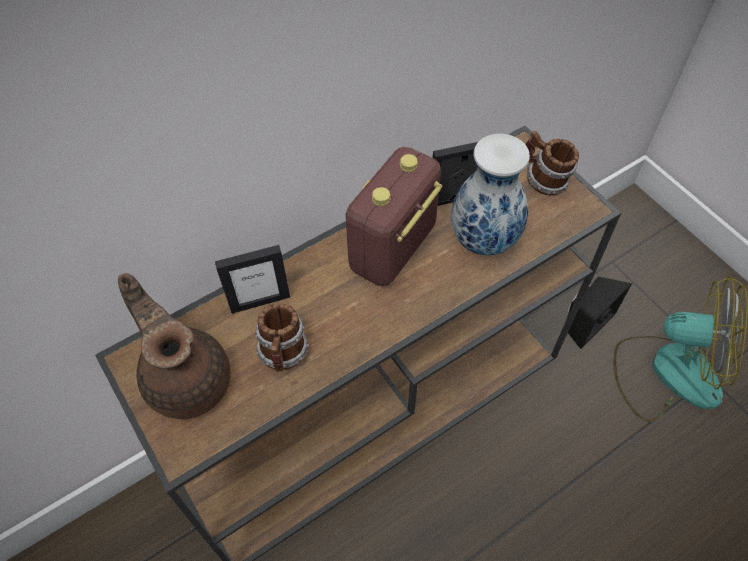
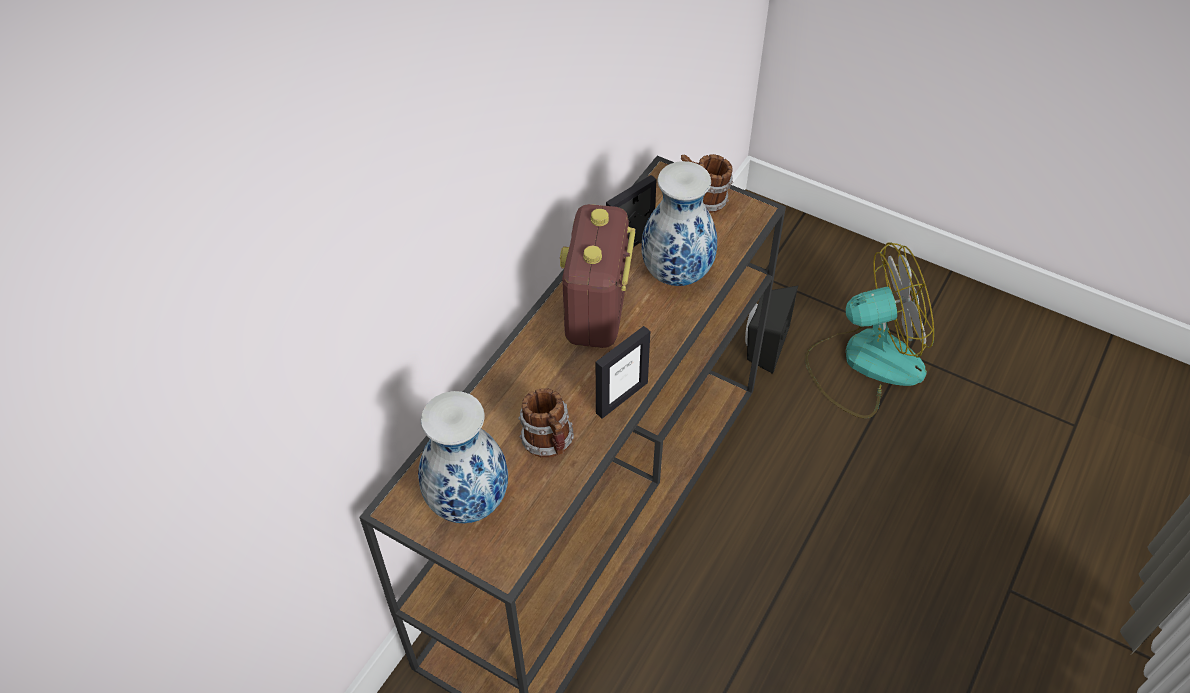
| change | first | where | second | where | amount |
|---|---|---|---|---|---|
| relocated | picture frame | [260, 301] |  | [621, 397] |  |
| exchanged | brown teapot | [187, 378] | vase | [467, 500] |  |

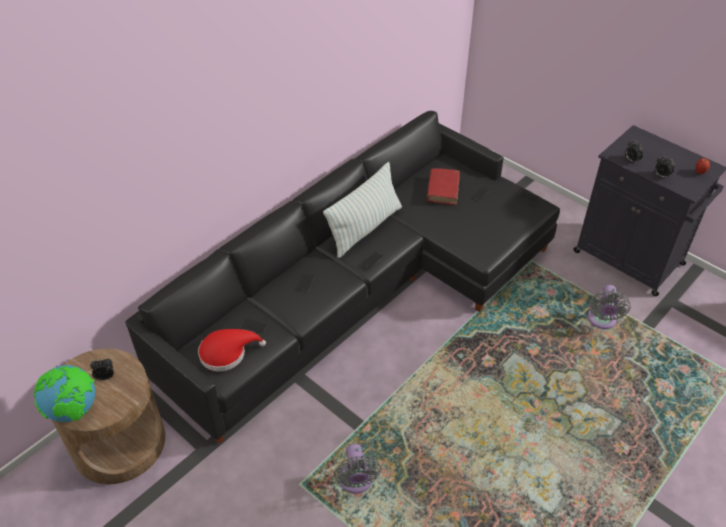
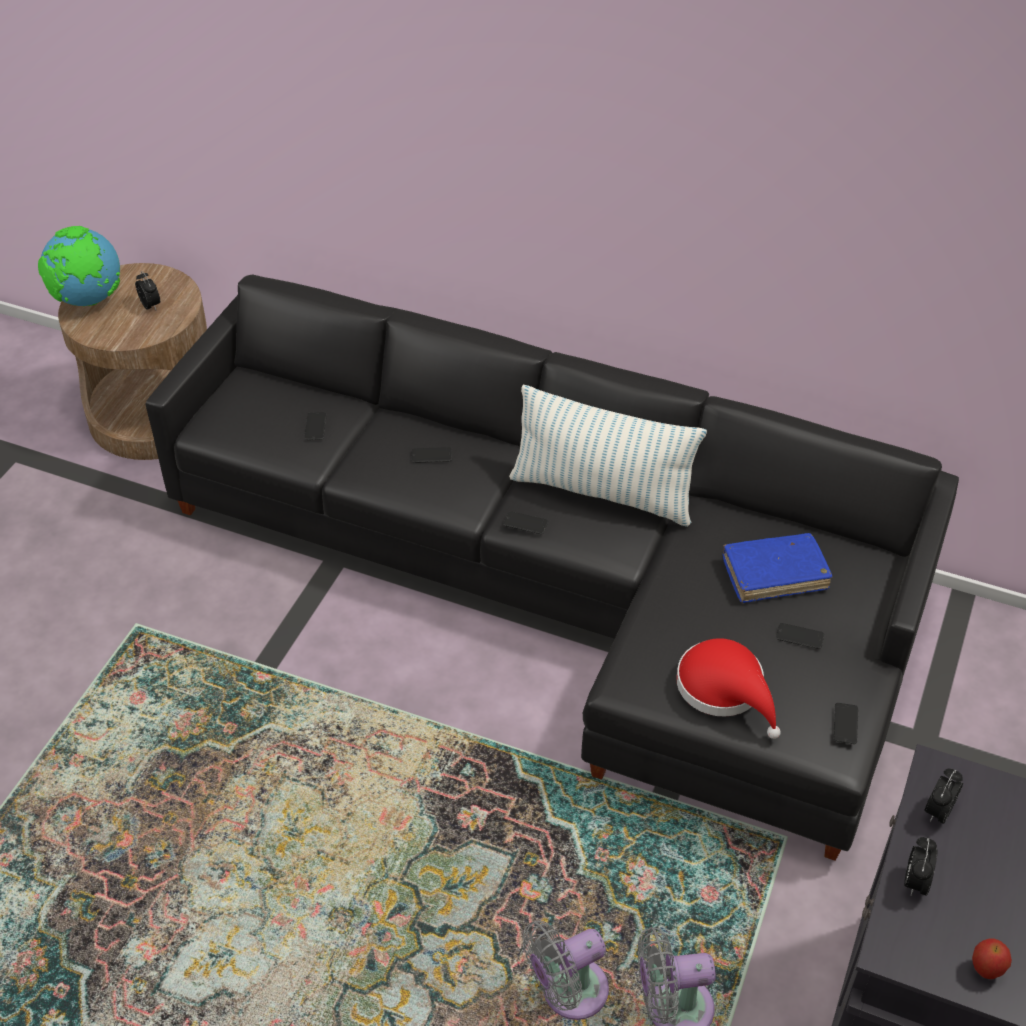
| change | first | where | second | where | amount |
|---|---|---|---|---|---|
| relocated | red hat | [226, 353] |  | [725, 689] |  |
| relocated | grey fan | [356, 482] |  | [568, 992] |  |
| colour | red book | [443, 190] | blue book | [774, 574] |  |

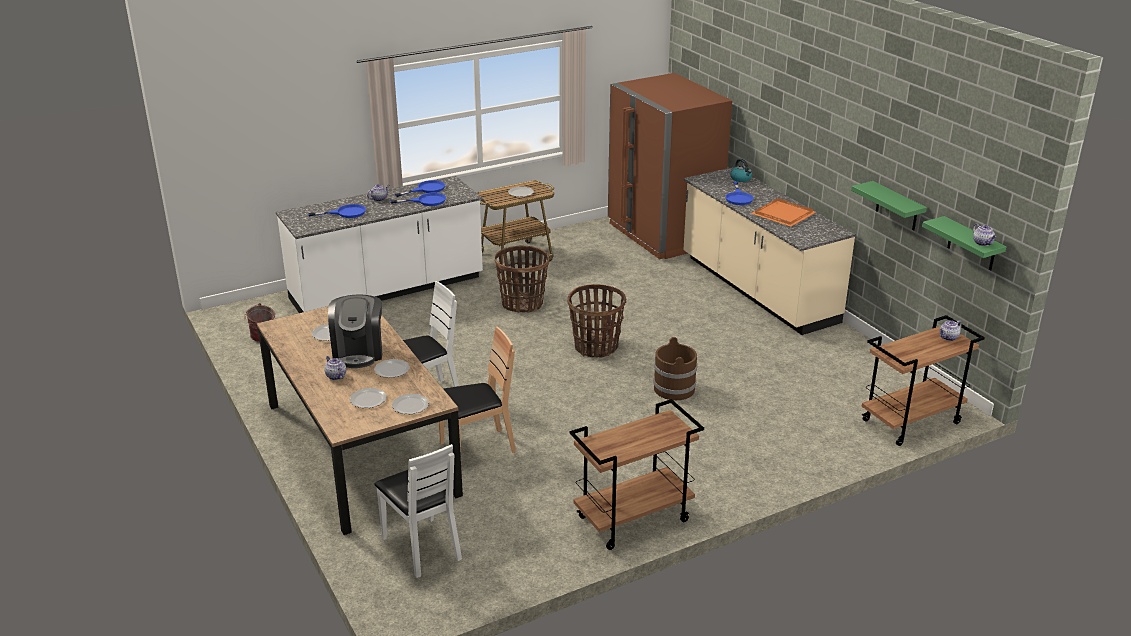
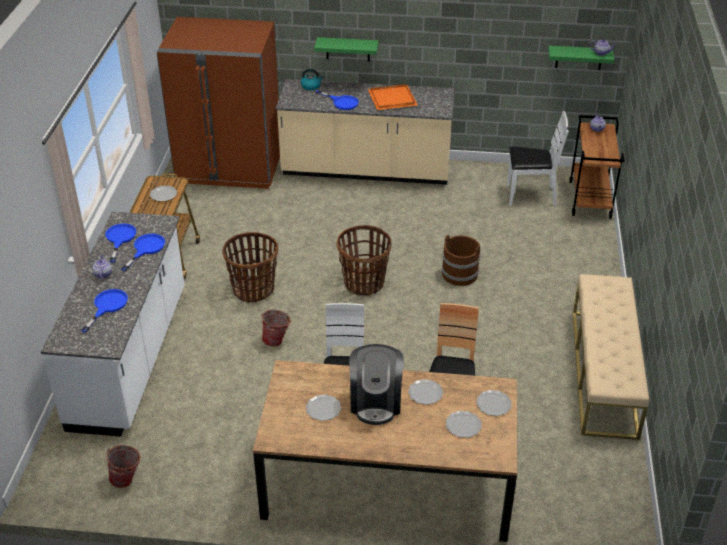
| change | first | where | second | where | amount |
|---|---|---|---|---|---|
| missing | teapot | [335, 376] |  |  |  |
| appeared |  |  | bucket | [277, 341] |  |
| relocated | white chair | [422, 547] |  | [530, 196] |  |
| relocated | green shelf | [897, 207] |  | [348, 49] |  |
| exchanged | brown cart | [633, 520] | beige bench | [604, 372] |  |
| spun | coffee machine | [359, 352] |  | [376, 401] | 60 degrees clockwise |

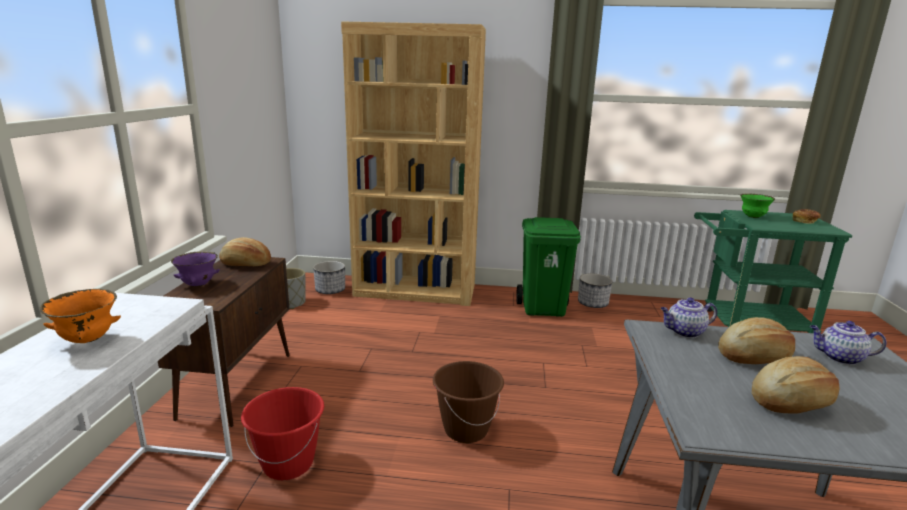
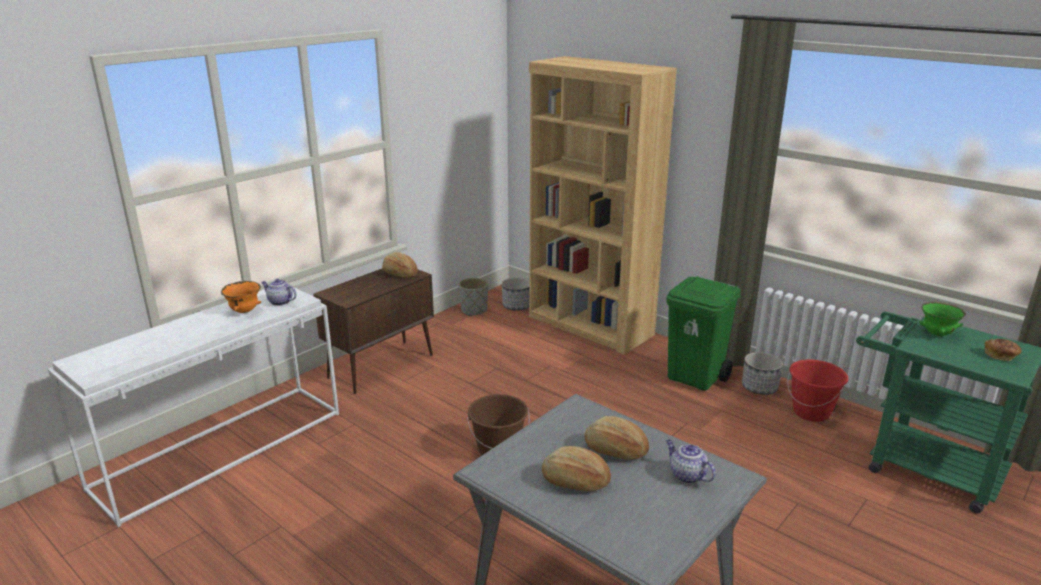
| change | first | where | second | where | amount |
|---|---|---|---|---|---|
| missing | purple bowl | [198, 285] |  |  |  |
| relocated | red bucket | [288, 463] |  | [811, 412] |  |
| relocated | teapot | [684, 332] |  | [279, 302] |  |

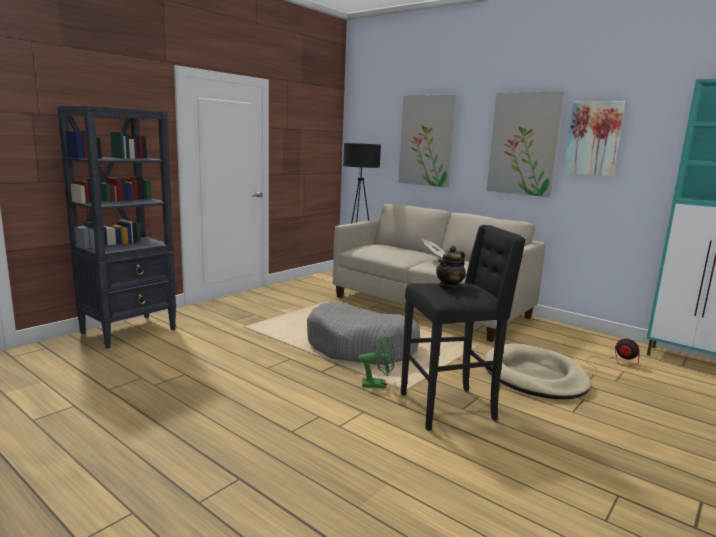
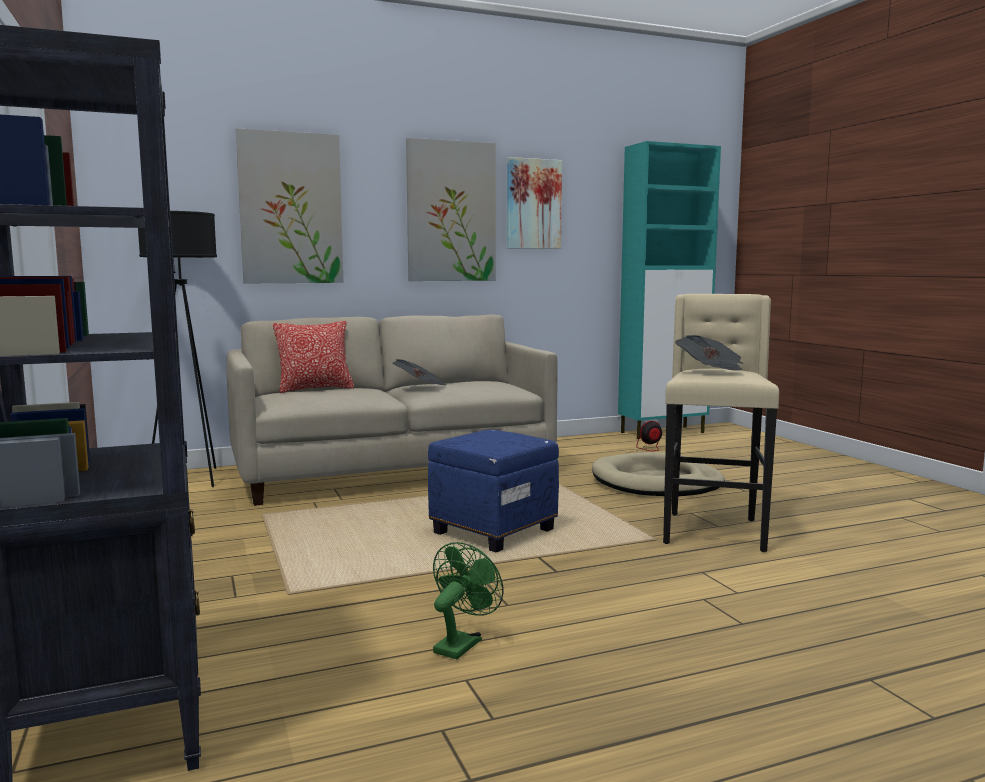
| change | first | where | second | where | amount |
|---|---|---|---|---|---|
| appeared |  |  | pillow | [315, 389] |  |
| relocated | green fan | [378, 385] |  | [461, 643] |  |
| exchanged | grey dog bed | [361, 347] | blue ottoman | [493, 532] |  |
| exchanged | teapot | [450, 287] | newspaper | [711, 372] |  |
| colour | black stool | [449, 407] | beige stool | [712, 530] |  |

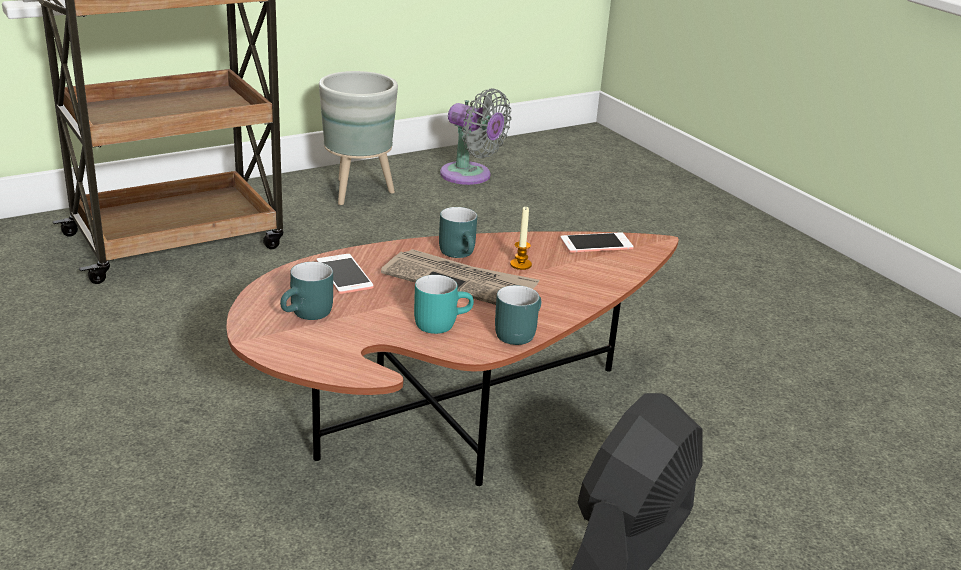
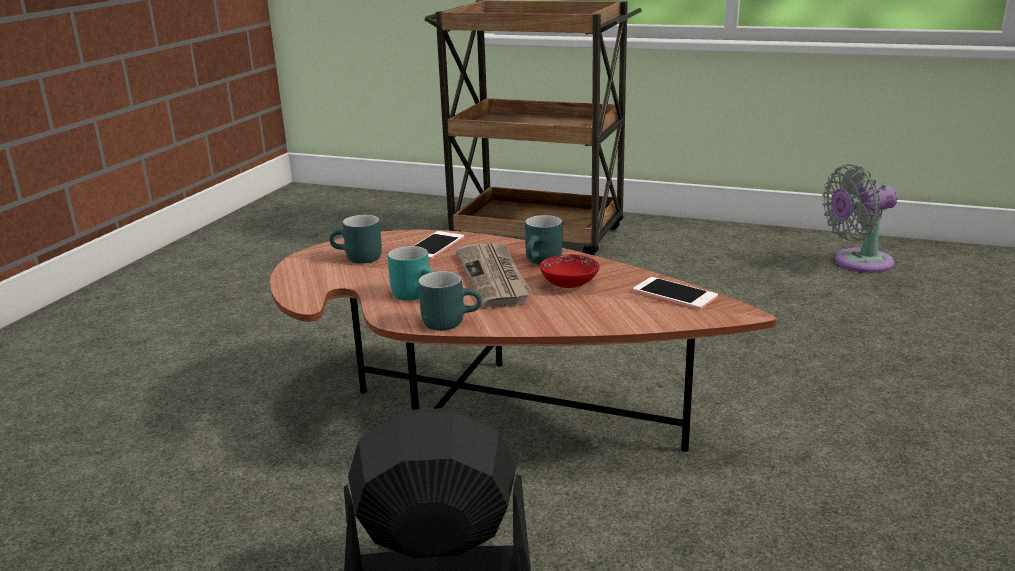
| change | first | where | second | where | amount |
|---|---|---|---|---|---|
| missing | grey planter | [358, 192] |  |  |  |
| exchanged | candle | [520, 264] | red bowl | [569, 284] |  |
| spun | grey fan | [470, 176] |  | [857, 263] | 75 degrees clockwise |

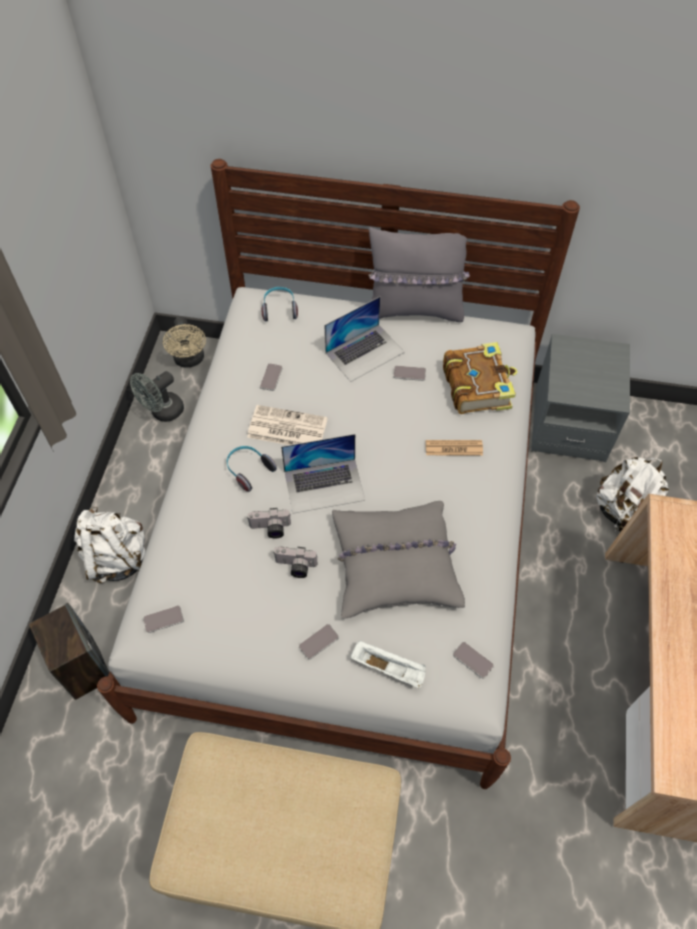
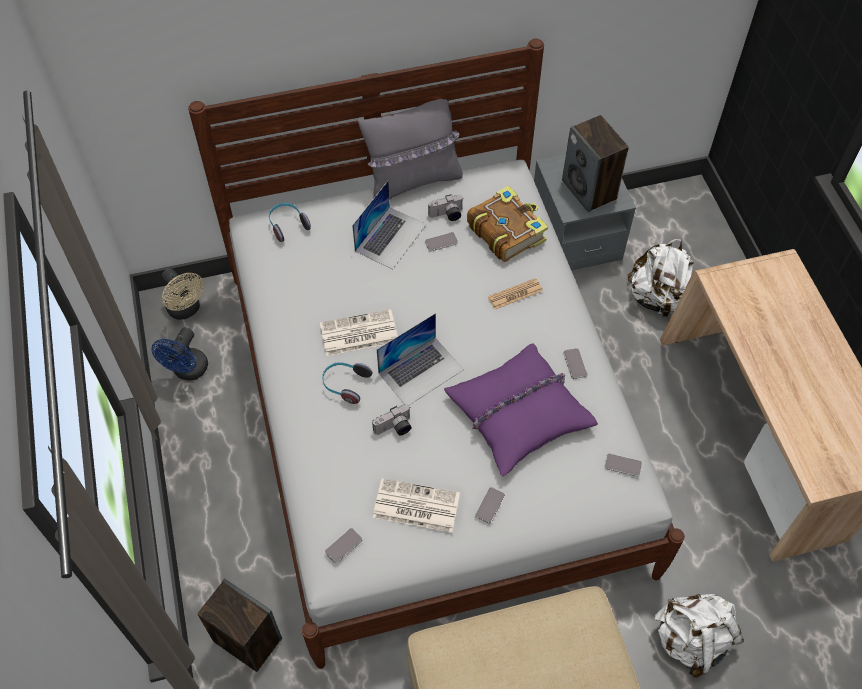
| change | first | where | second | where | amount |
|---|---|---|---|---|---|
| missing | white tray | [389, 668] |  |  |  |
| appeared |  |  | newspaper | [415, 506] |  |
| appeared |  |  | speaker | [589, 190] |  |
| relocated | white backpack | [117, 558] |  | [691, 641] |  |
| relocated | phone | [271, 377] |  | [575, 364] |  |
| relocated | photo camera | [295, 567] |  | [447, 215] |  |
| colour | grey fan | [163, 412] | blue fan | [188, 371] |  |
| colour | grey pillow | [395, 564] | purple pillow | [518, 413] |  |

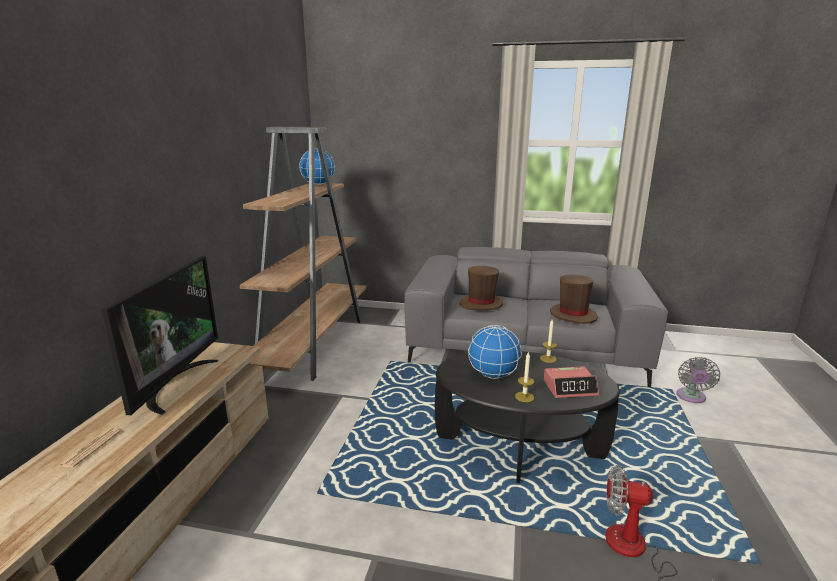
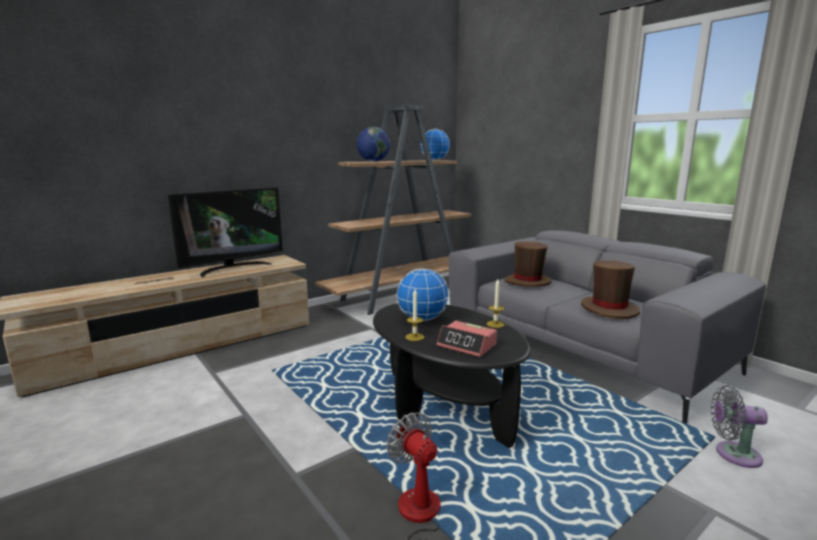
| change | first | where | second | where | amount |
|---|---|---|---|---|---|
| appeared |  |  | globe | [373, 161] |  |
| spun | grey fan | [691, 397] |  | [733, 454] | 45 degrees clockwise |

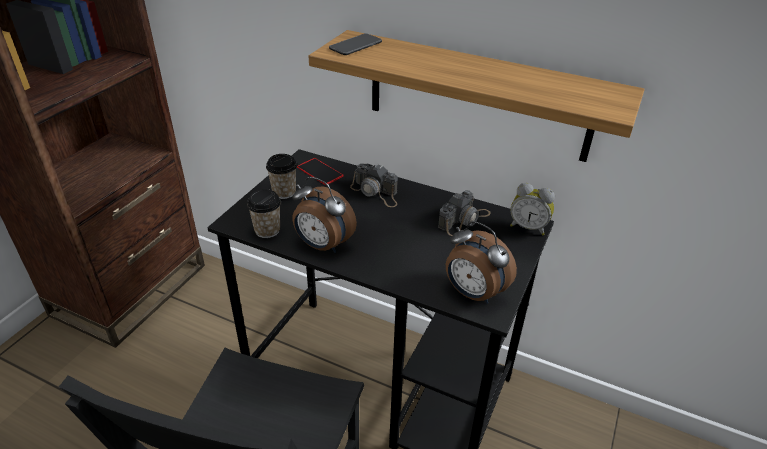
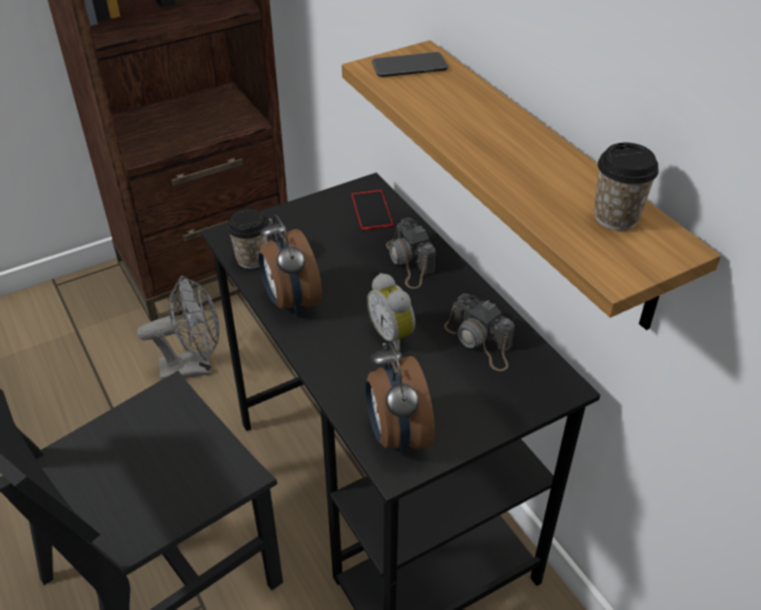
| change | first | where | second | where | amount |
|---|---|---|---|---|---|
| appeared |  |  | grey fan | [194, 366] |  |
| relocated | cup | [284, 192] |  | [616, 217] |  |
| relocated | alarm clock | [528, 227] |  | [393, 335] |  |
| spun | photo camera | [464, 220] |  | [480, 341] | 60 degrees clockwise |

